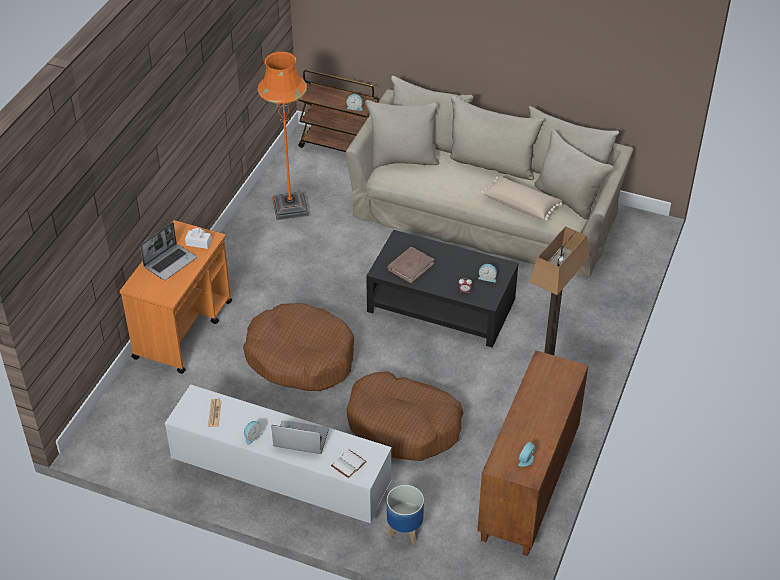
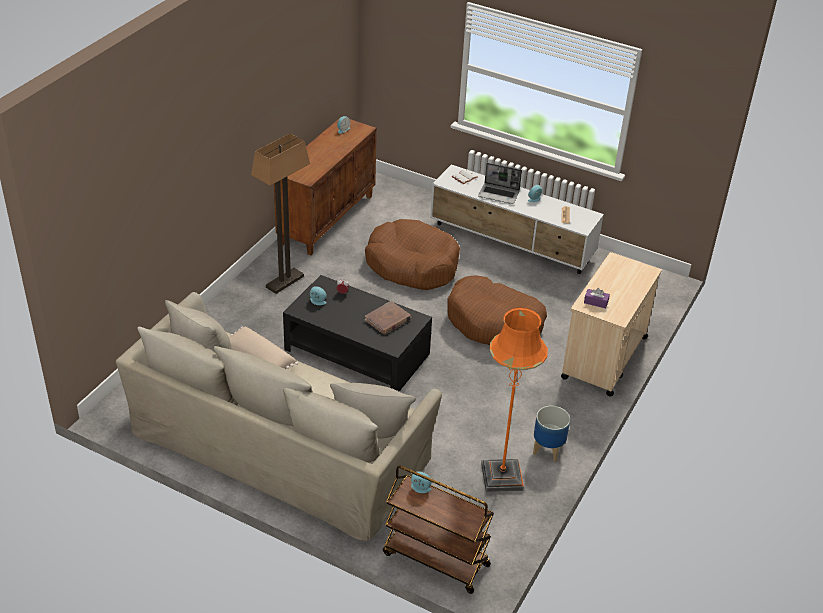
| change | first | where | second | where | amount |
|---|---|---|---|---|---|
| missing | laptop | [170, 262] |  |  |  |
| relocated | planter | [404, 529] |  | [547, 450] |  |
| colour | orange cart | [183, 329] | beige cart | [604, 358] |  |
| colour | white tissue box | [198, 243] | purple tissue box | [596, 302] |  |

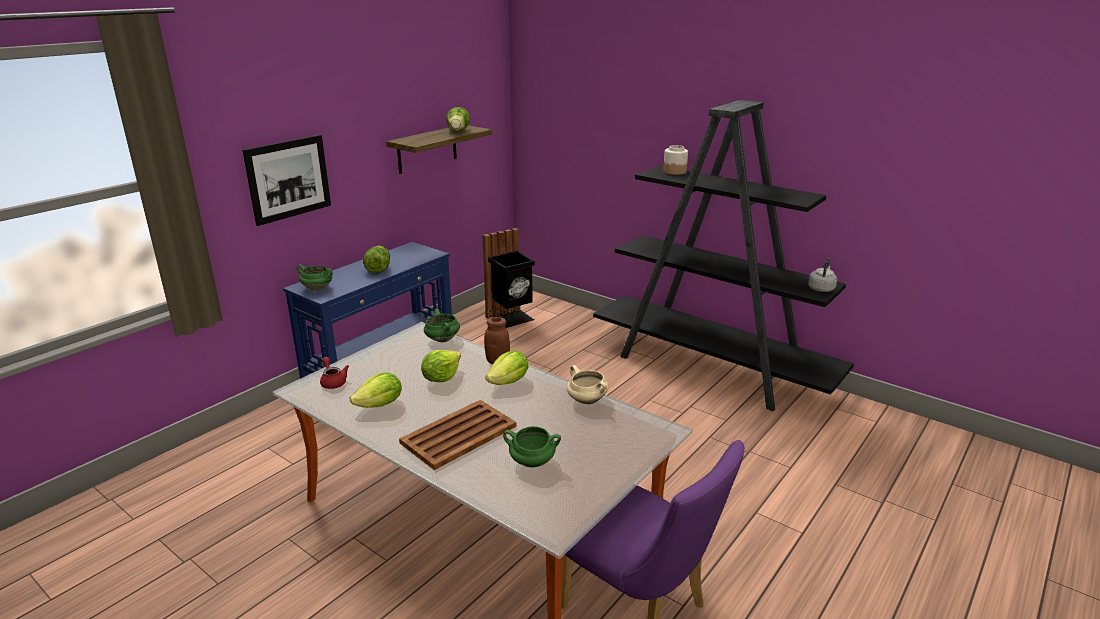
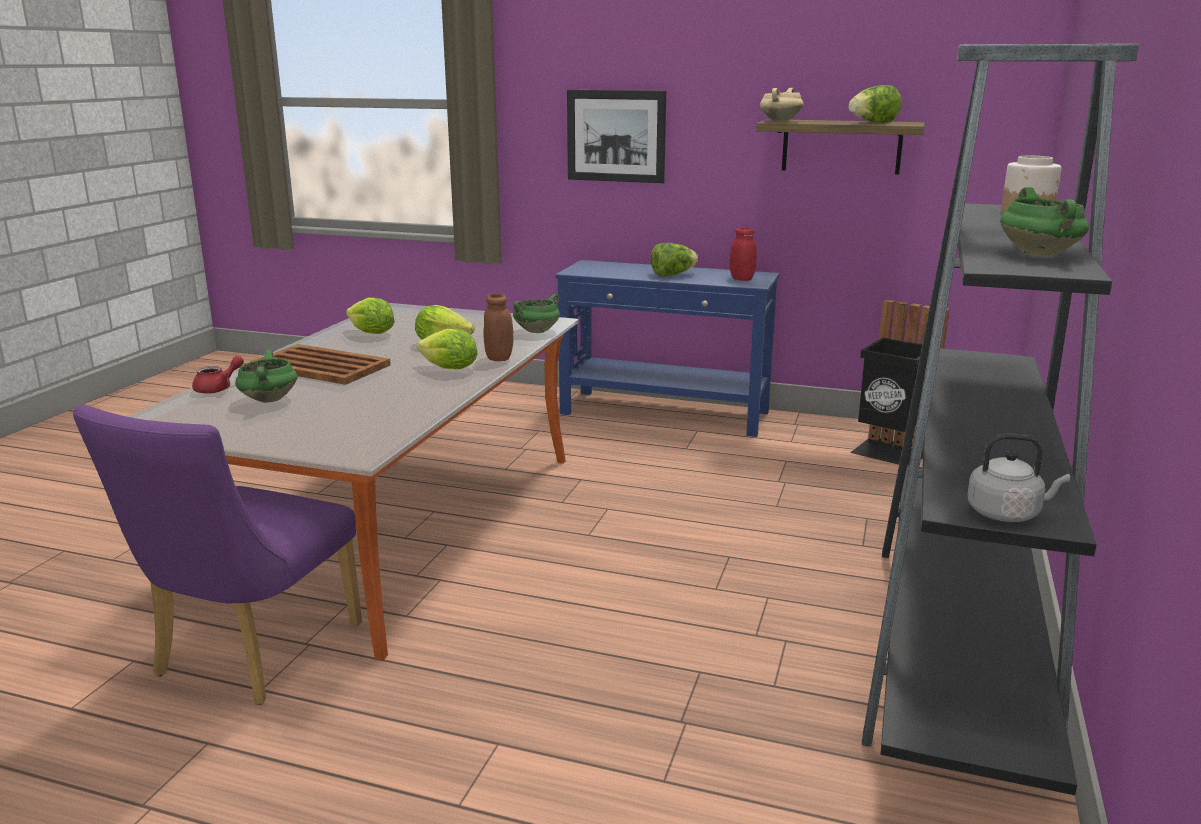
| change | first | where | second | where | amount |
|---|---|---|---|---|---|
| appeared |  |  | red jar | [742, 279] |  |
| relocated | green cooking pot | [318, 288] |  | [1040, 254] |  |
| relocated | red teapot | [333, 381] |  | [218, 388] |  |
| relocated | beige cooking pot | [586, 400] |  | [780, 121] |  |

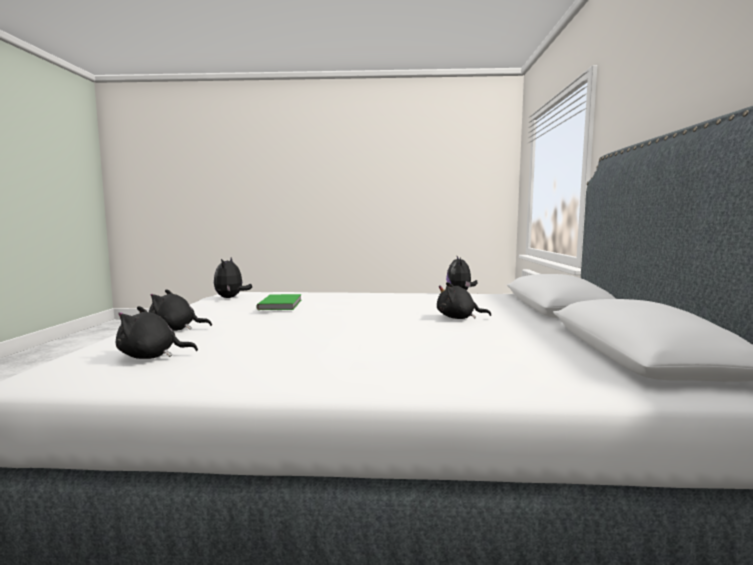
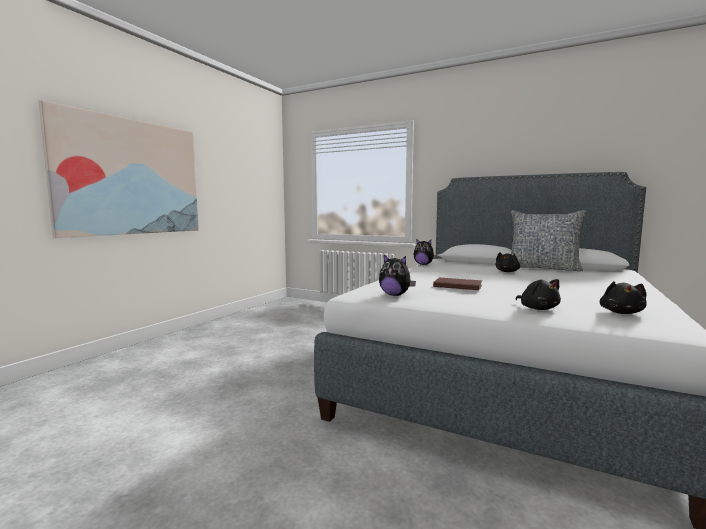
| change | first | where | second | where | amount |
|---|---|---|---|---|---|
| appeared |  |  | picture | [131, 177] |  |
| appeared |  |  | pillow | [543, 268] |  |
| colour | green book | [282, 304] | brown book | [457, 286] |  |
| spun | black plush toy | [176, 330] |  | [538, 308] | 45 degrees counterclockwise |

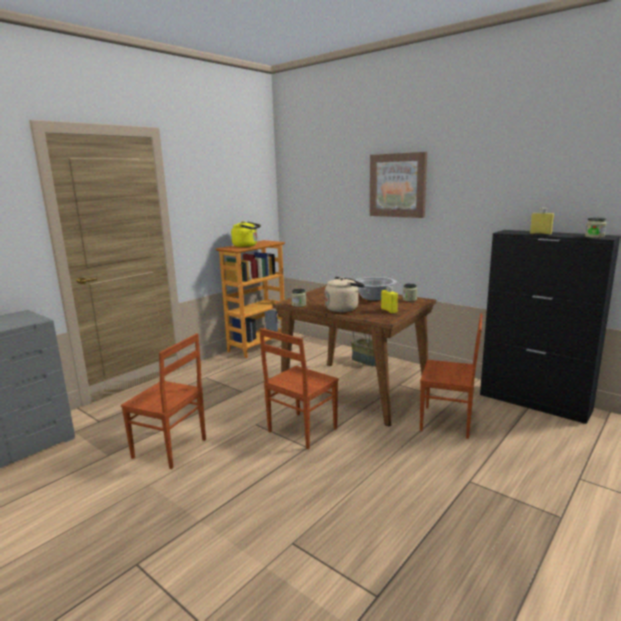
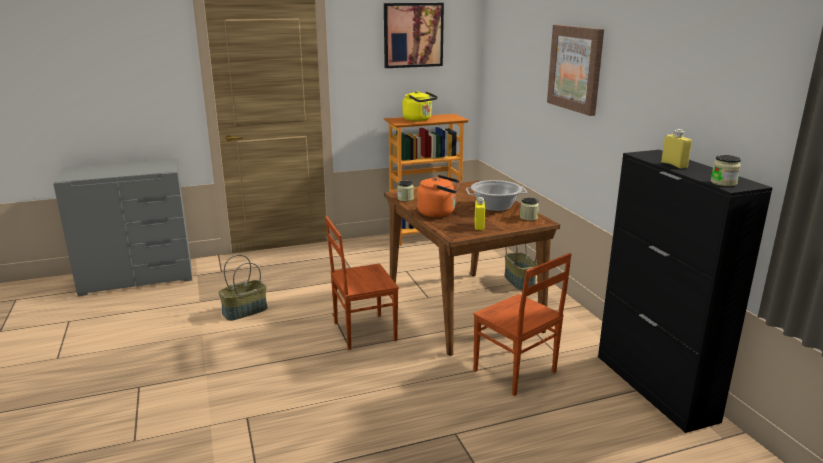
| change | first | where | second | where | amount |
|---|---|---|---|---|---|
| appeared |  |  | picture | [413, 35] |  |
| exchanged | brown chair | [170, 449] | basket | [245, 312] |  |
| colour | beige kettle | [343, 308] | orange kettle | [439, 213] |  |

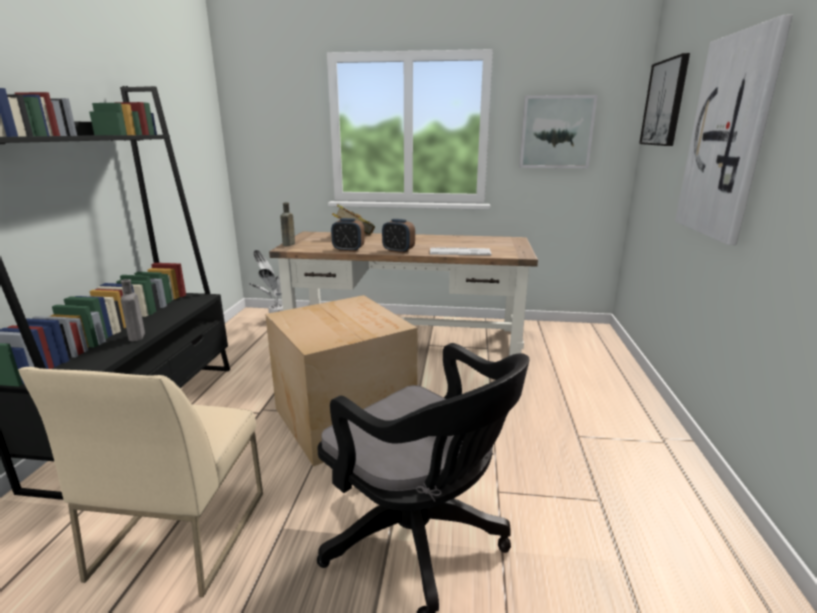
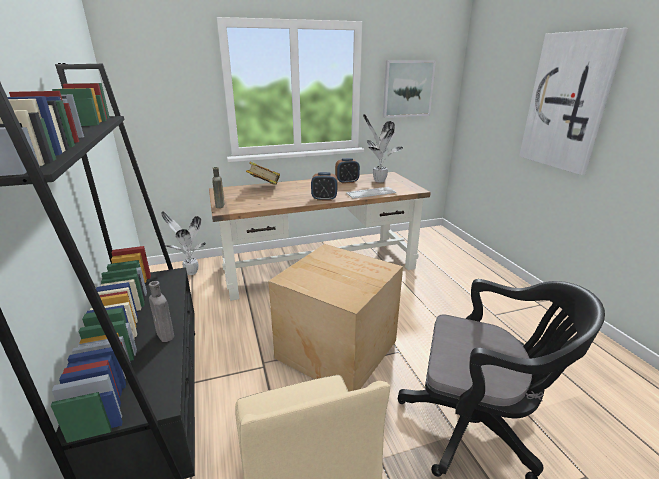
| change | first | where | second | where | amount |
|---|---|---|---|---|---|
| missing | picture | [665, 103] |  |  |  |
| appeared |  |  | potted plant | [378, 181] |  |
| relocated | alarm clock | [348, 250] |  | [347, 182] |  |

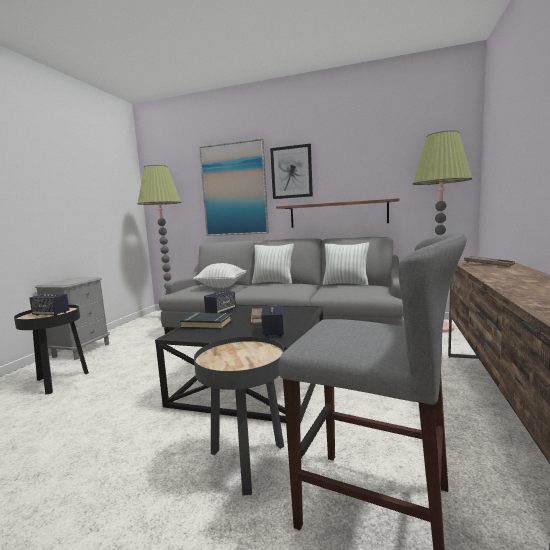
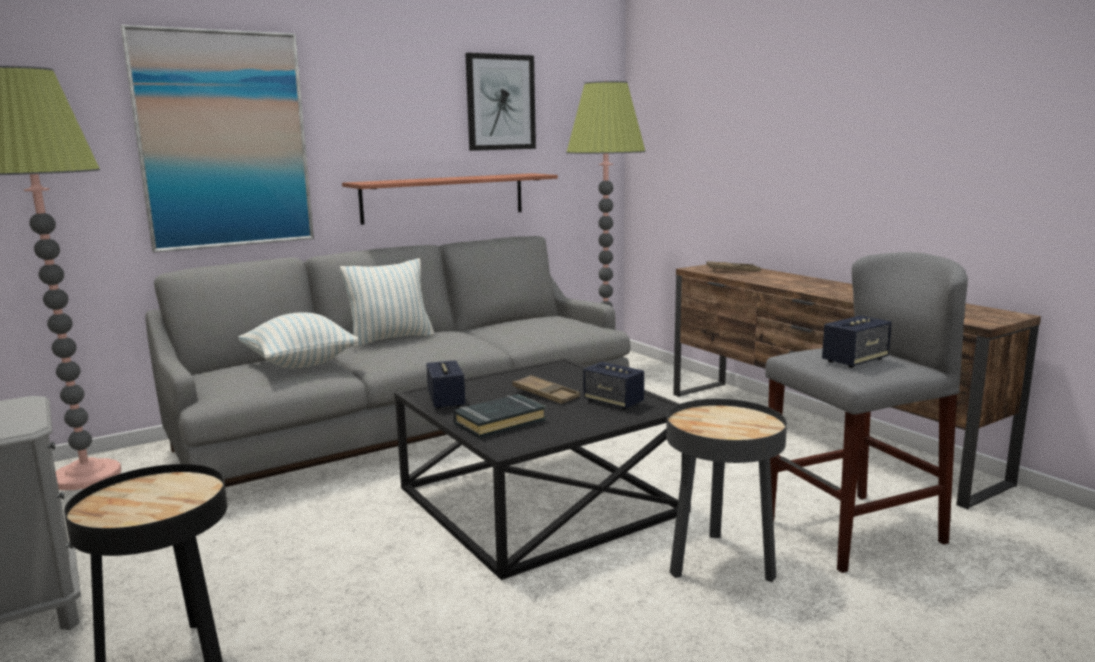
| change | first | where | second | where | amount |
|---|---|---|---|---|---|
| missing | pillow | [346, 284] |  |  |  |
| relocated | speaker | [51, 314] |  | [855, 361] |  |
| relocated | picture | [291, 172] |  | [500, 102] |  |

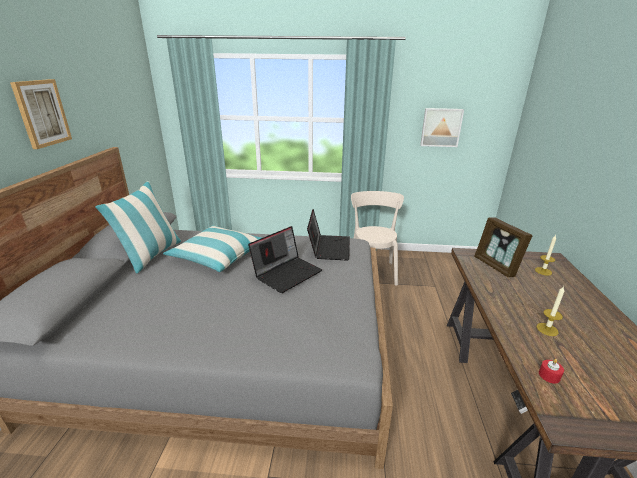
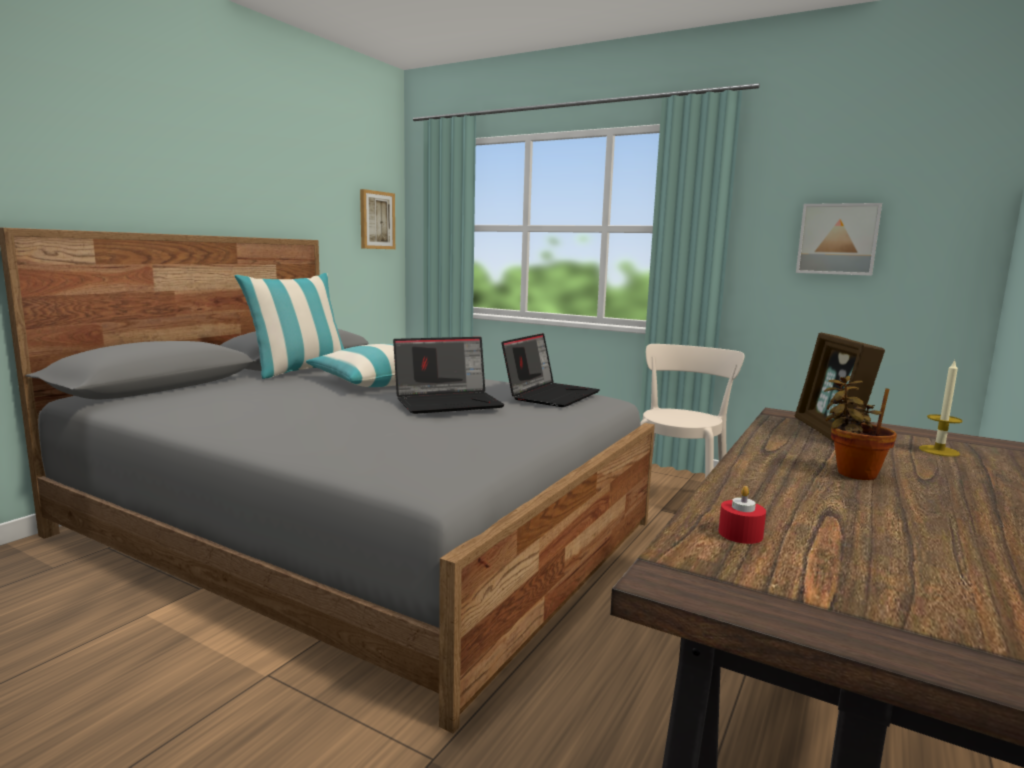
| change | first | where | second | where | amount |
|---|---|---|---|---|---|
| missing | candle | [547, 329] |  |  |  |
| appeared |  |  | potted plant | [852, 472] |  |
| relocated | picture | [41, 113] |  | [376, 220] |  |

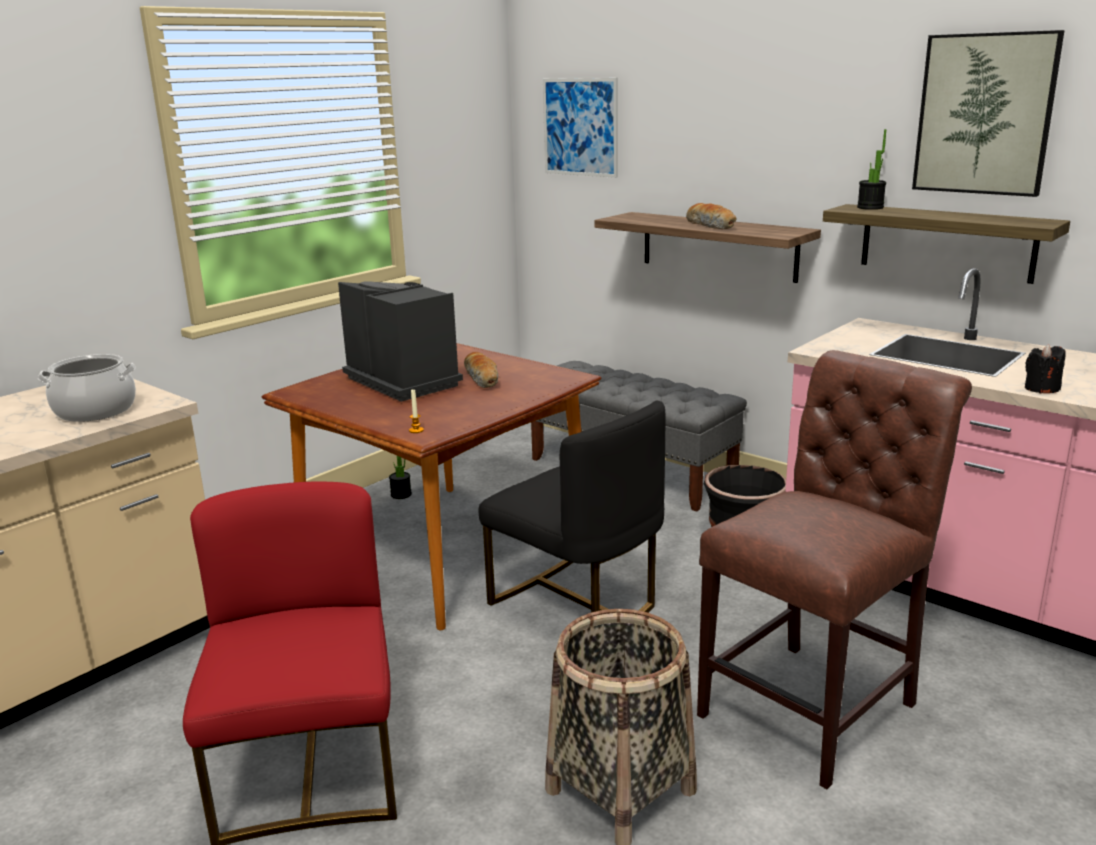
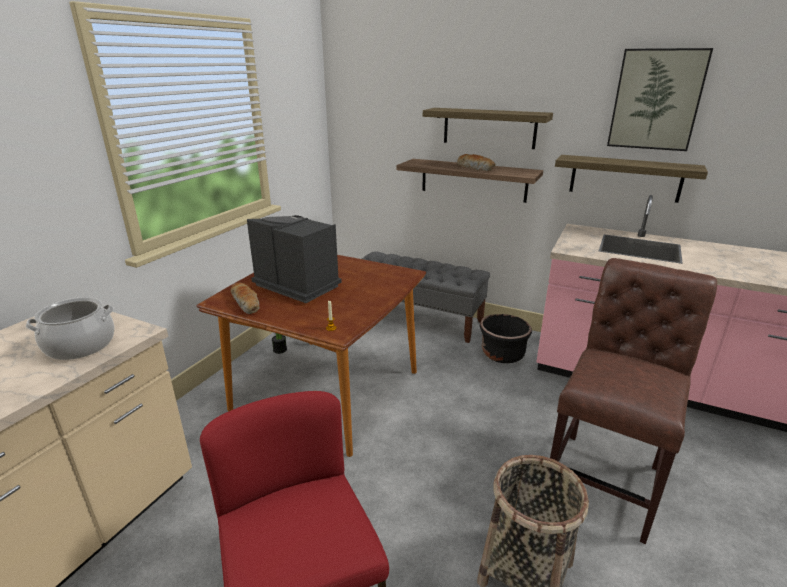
| change | first | where | second | where | amount |
|---|---|---|---|---|---|
| missing | black chair | [577, 602] |  |  |  |
| missing | picture | [580, 127] |  |  |  |
| missing | potted plant | [870, 207] |  |  |  |
| missing | black candle | [1041, 389] |  |  |  |
| appeared |  |  | shelf | [489, 128] |  |
| relocated | bread | [482, 379] |  | [246, 304] |  |

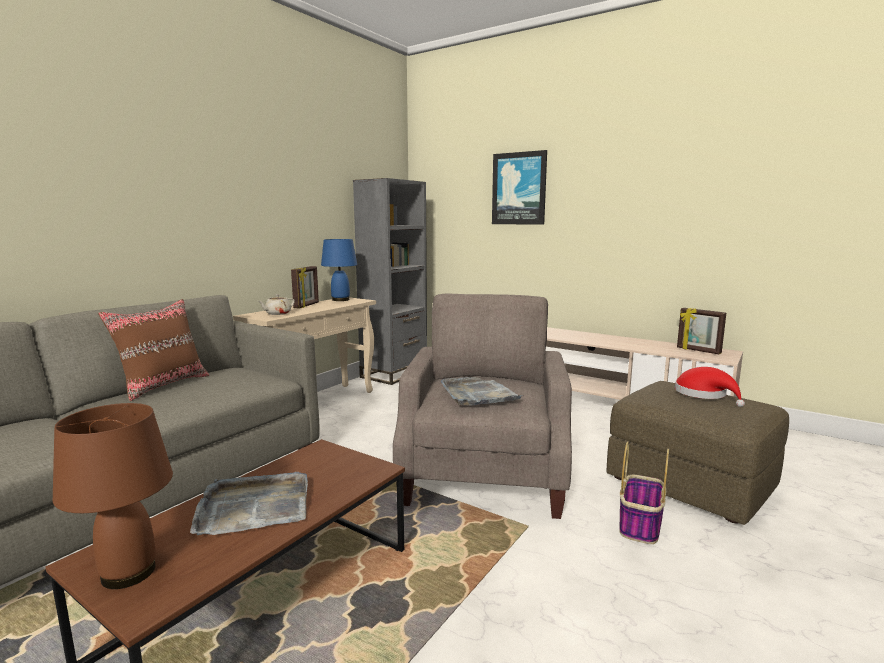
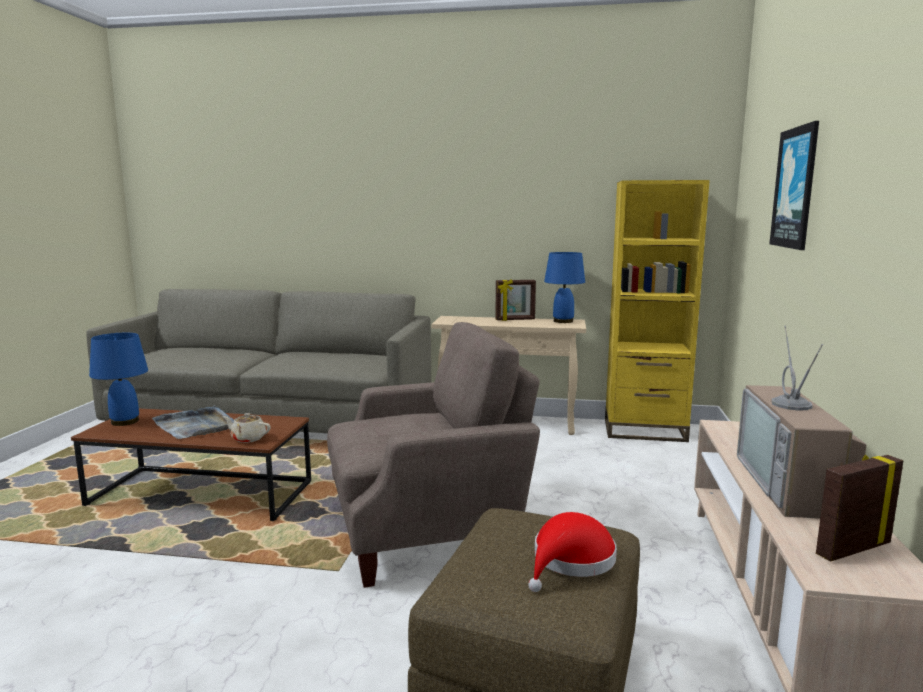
| change | first | where | second | where | amount |
|---|---|---|---|---|---|
| missing | brown pillow | [163, 385] |  |  |  |
| missing | grey tray | [478, 394] |  |  |  |
| missing | basket | [639, 524] |  |  |  |
| appeared |  |  | television | [793, 486] |  |
| relocated | beige teapot | [277, 314] |  | [248, 438] |  |
| colour | brown table lamp | [130, 573] | blue table lamp | [125, 422] |  |
| colour | grey bookcase | [394, 374] | yellow bookcase | [644, 431] |  |
| spun | picture frame | [698, 351] |  | [851, 548] | 45 degrees clockwise |

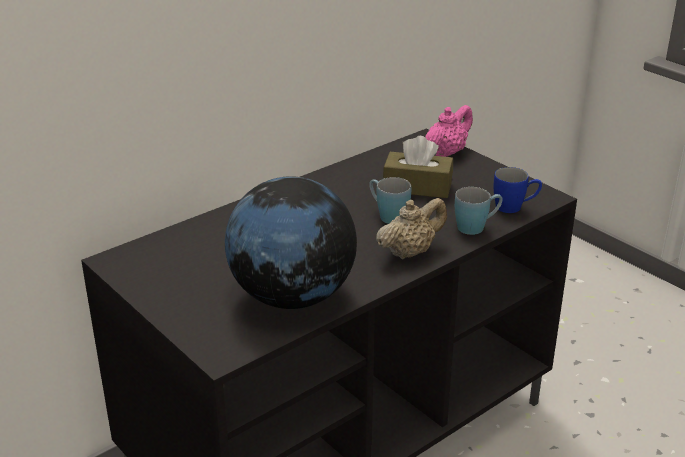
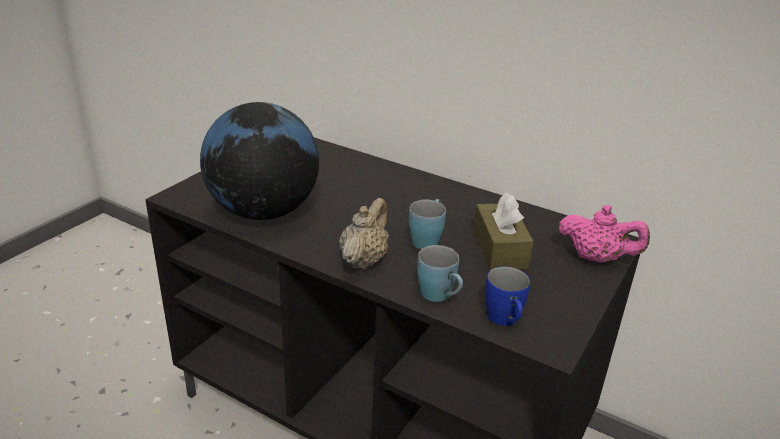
| change | first | where | second | where | amount |
|---|---|---|---|---|---|
| spun | beige teapot | [410, 252] |  | [364, 260] | 105 degrees counterclockwise |

